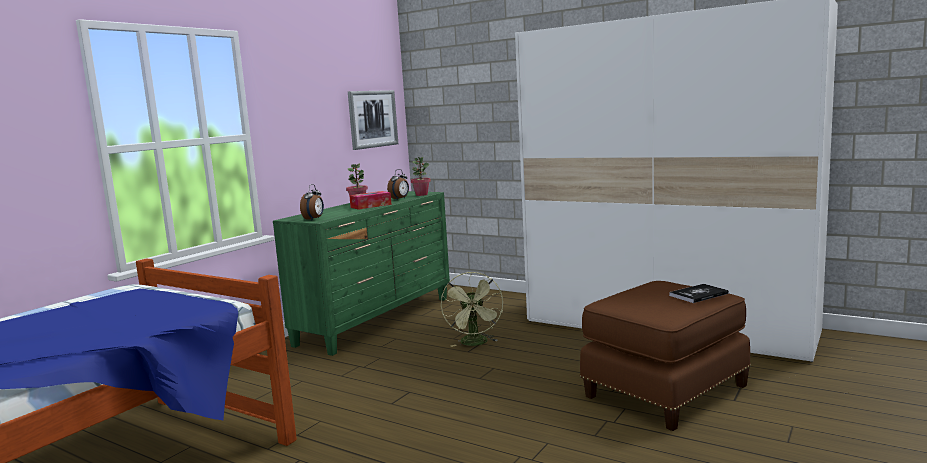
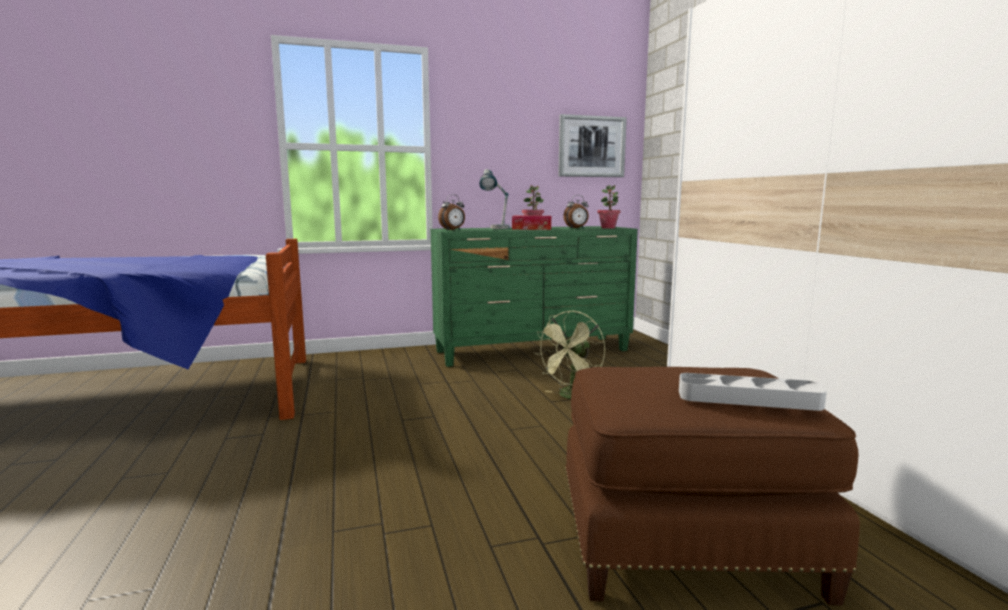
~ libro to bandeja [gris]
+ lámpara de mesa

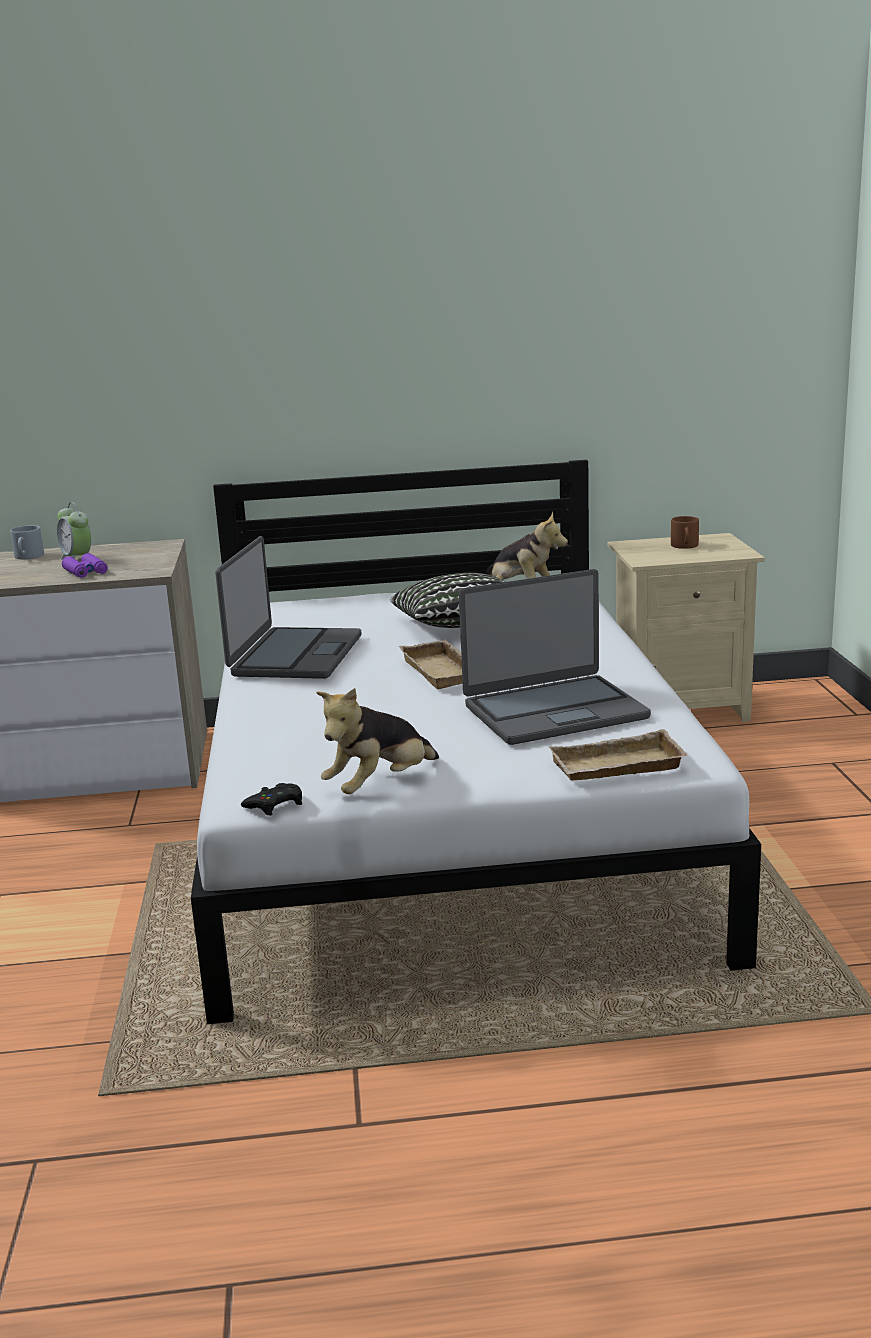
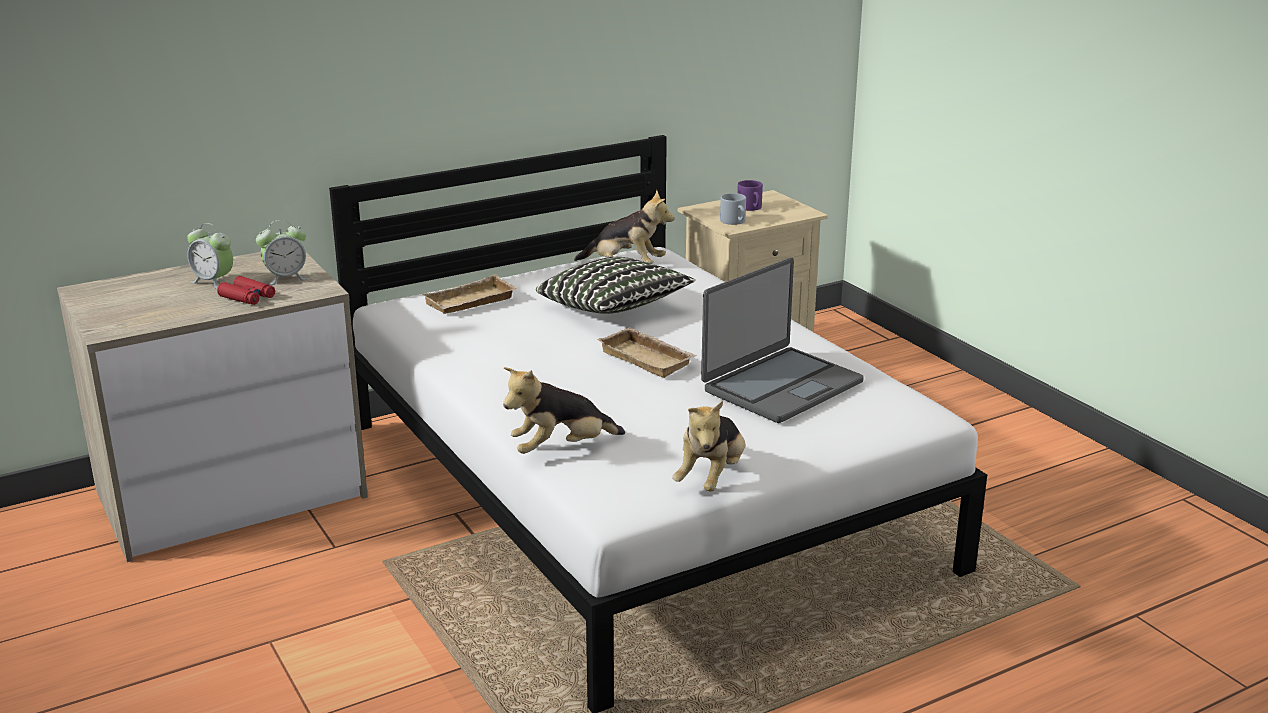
~ taza grande [marrón] to taza grande [morado]
~ taza grande [gris]
- portátil (1st from left)
~ prismáticos [morado] to prismáticos [rojo]
~ bandeja [beis] (2nd from left in the first image) to bandeja [beis] (1st from left)
- mando de consola [negro]
+ despertador (2nd from left)
+ peluche (1st from left)

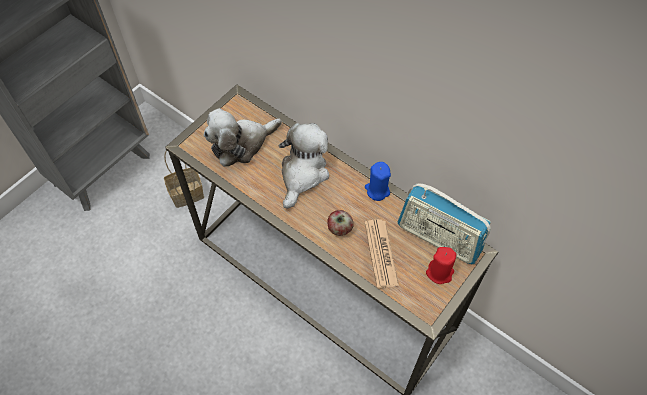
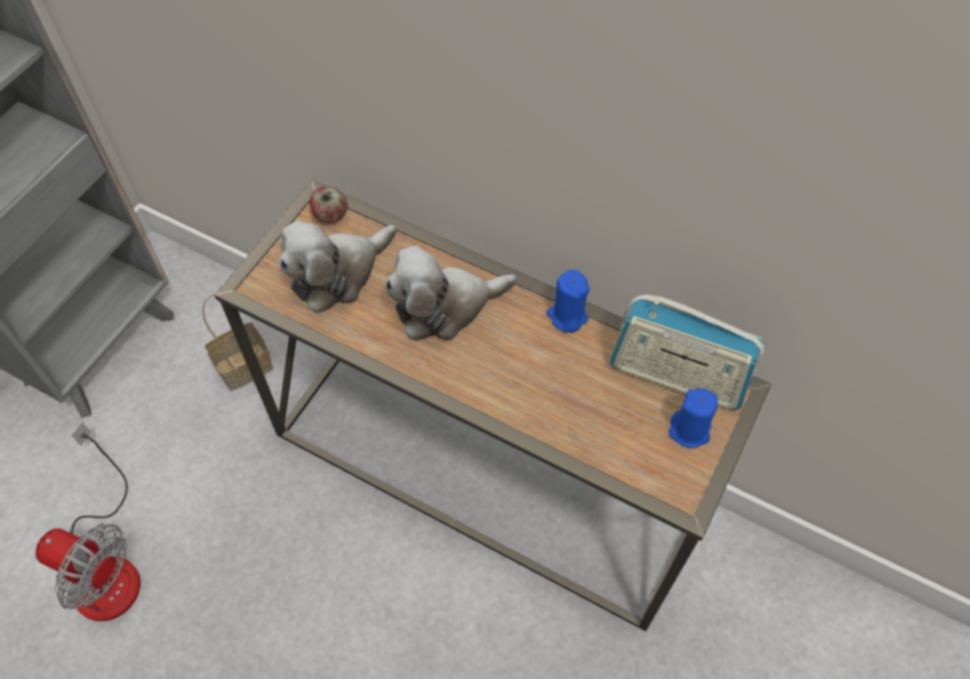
~ peluche (2nd from left) 120 degrees counterclockwise
~ manzana
- periódico
~ vela [rojo] to vela [azul] (2nd from left)
+ ventilador

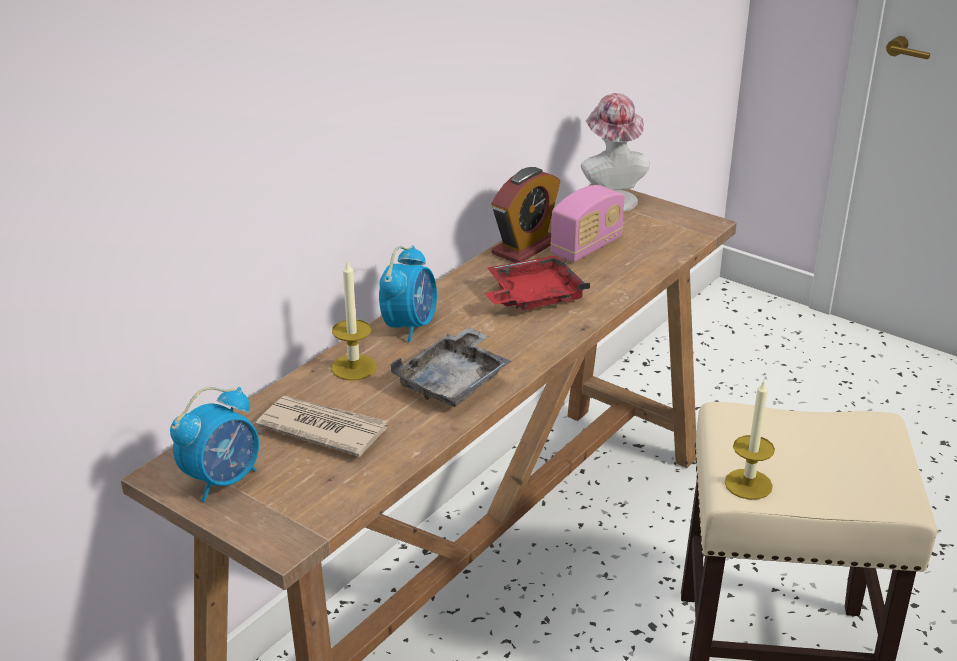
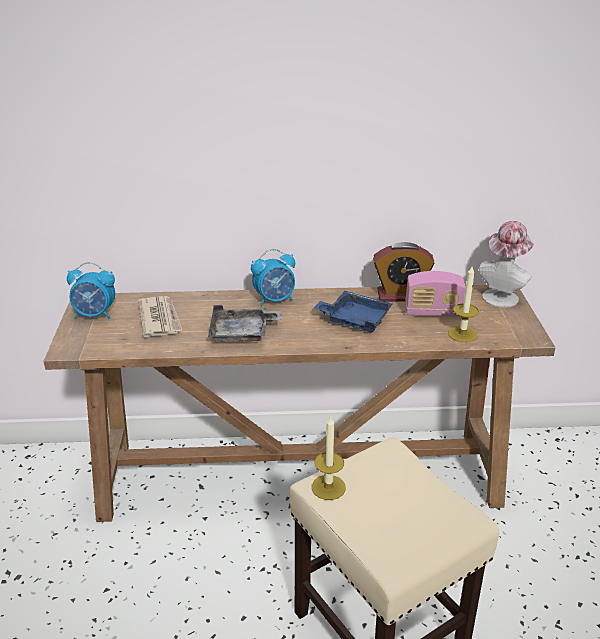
~ bandeja [rojo] to bandeja [azul]
~ vela (1st from left in the first image) to vela (2nd from left)

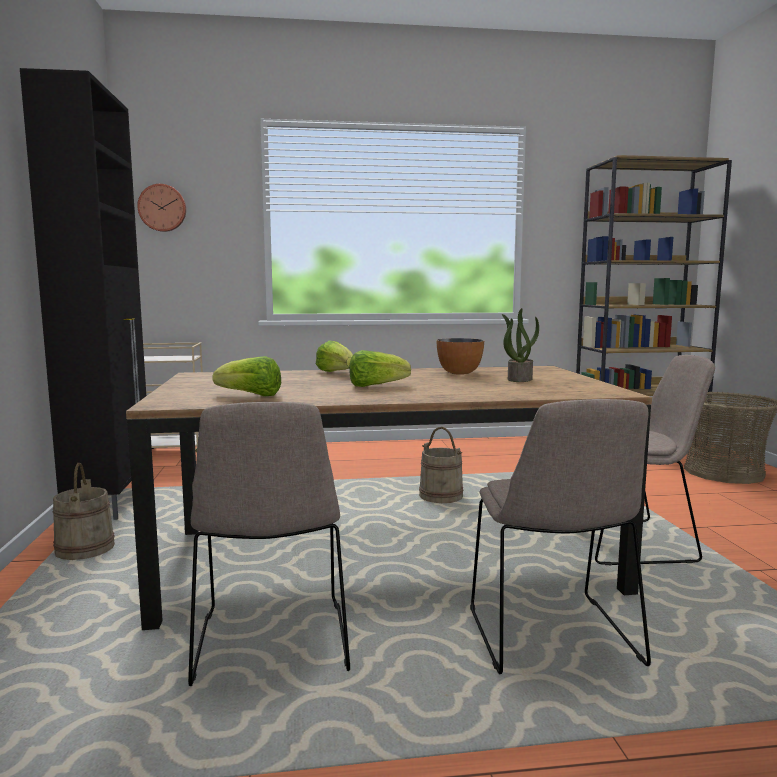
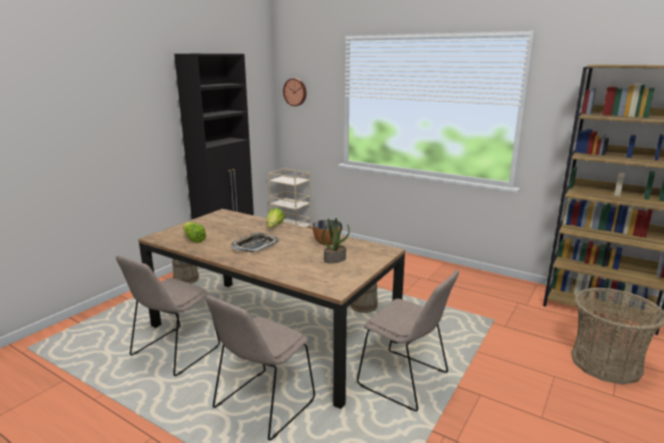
~ lechuga (3rd from left) to bandeja

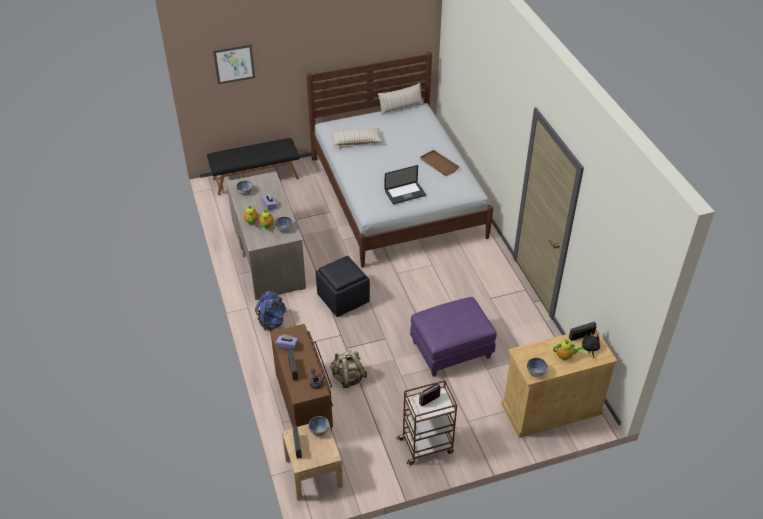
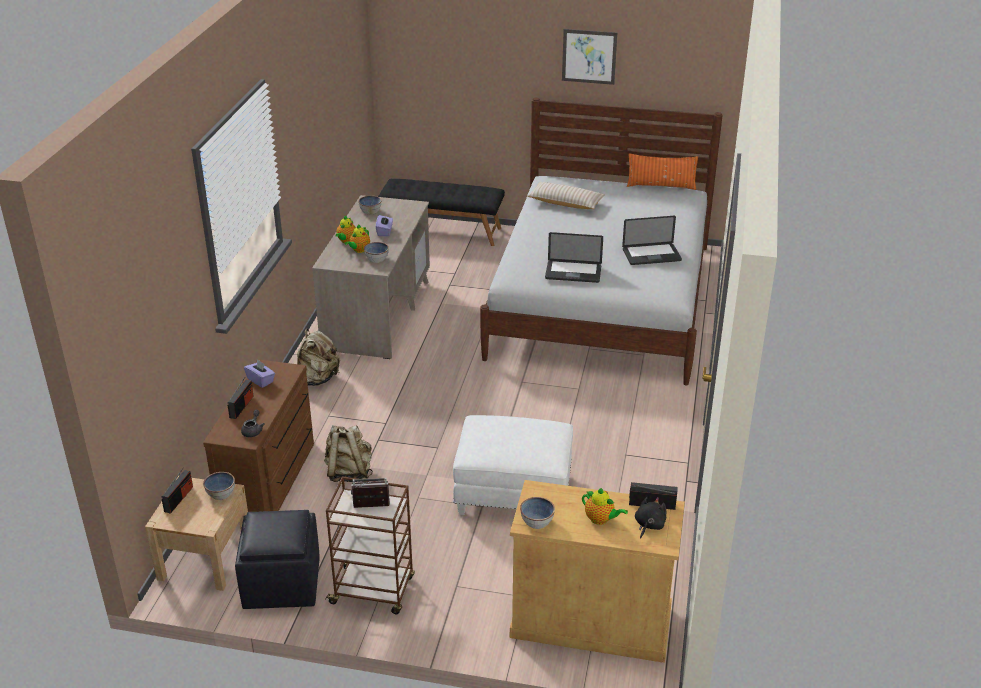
~ cuadro
~ cojín [beis] (2nd from left) to cojín [naranja]
~ bandeja [marrón] to portátil (2nd from left)
~ puf [negro]
~ mochila [azul] to mochila [beis] (1st from left)
~ puf [morado] to puf [blanco]

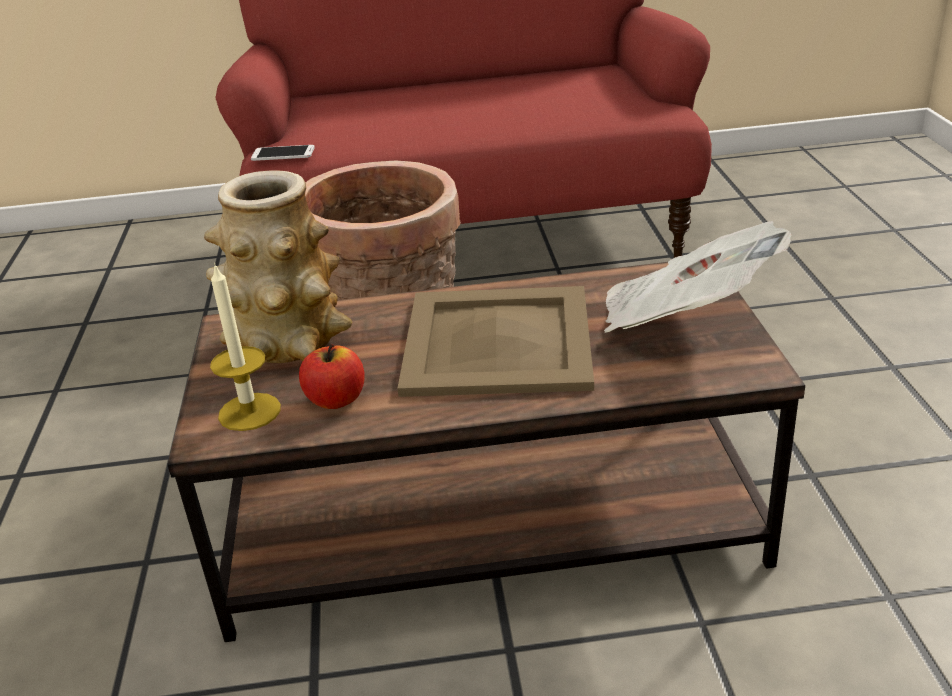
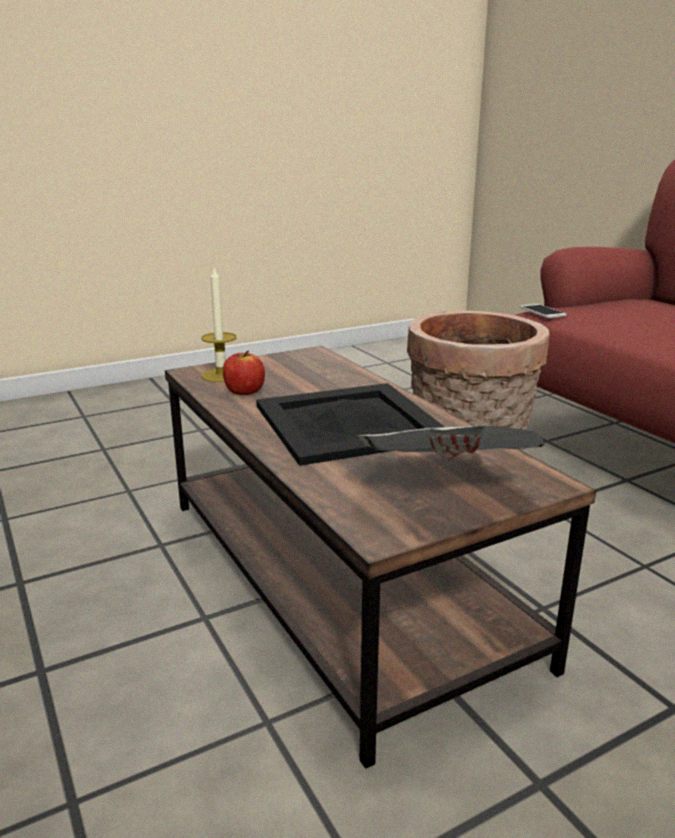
- florero
~ bandeja [beis] to bandeja [negro]

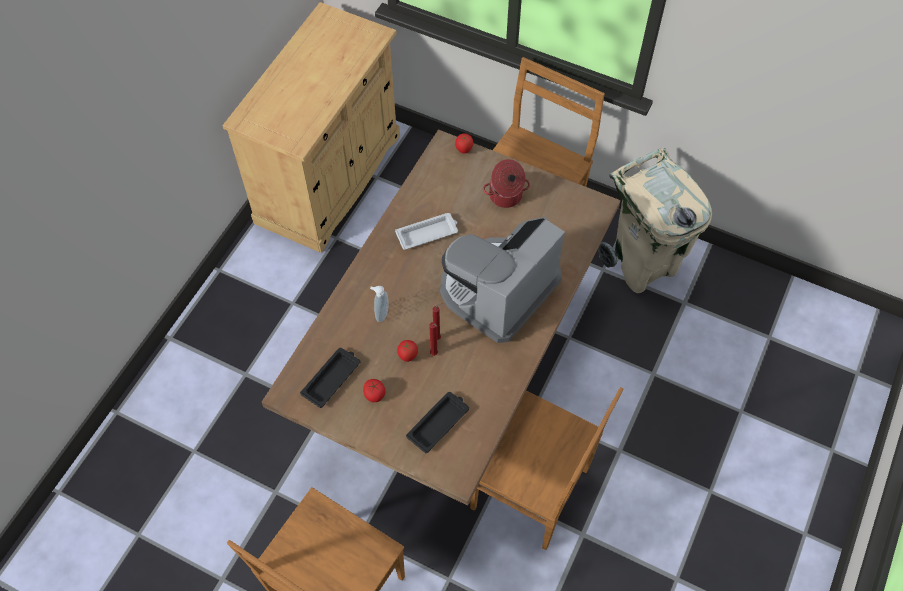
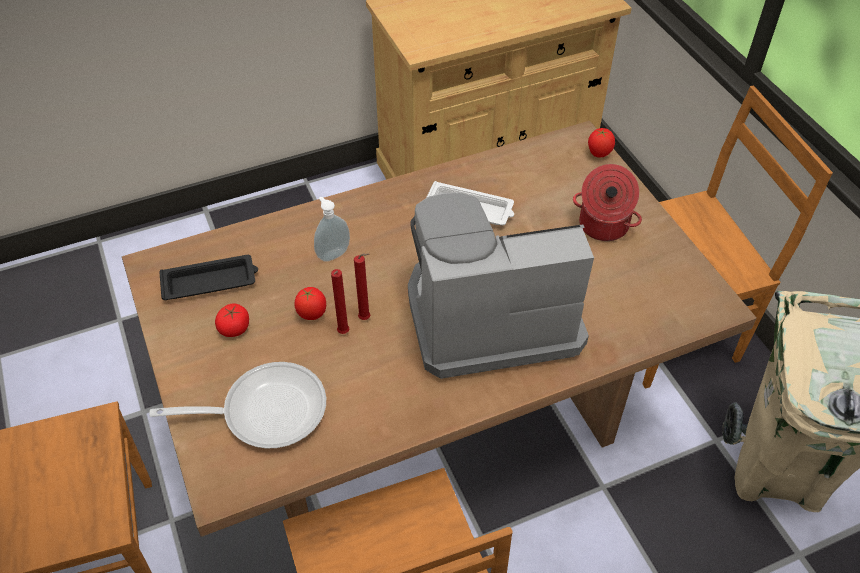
~ bandeja [negro] (2nd from left) to sartén

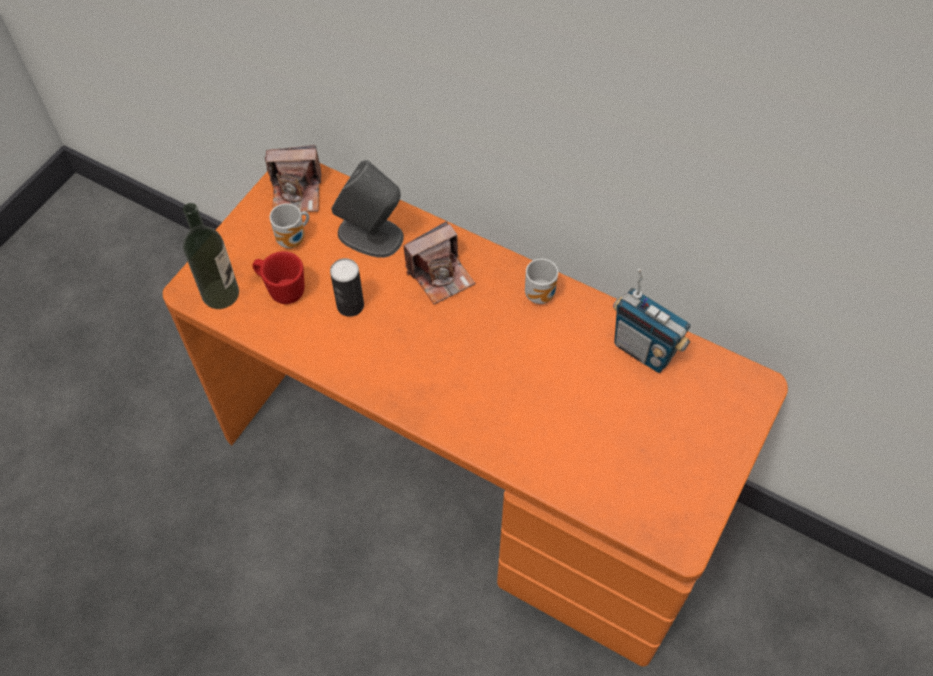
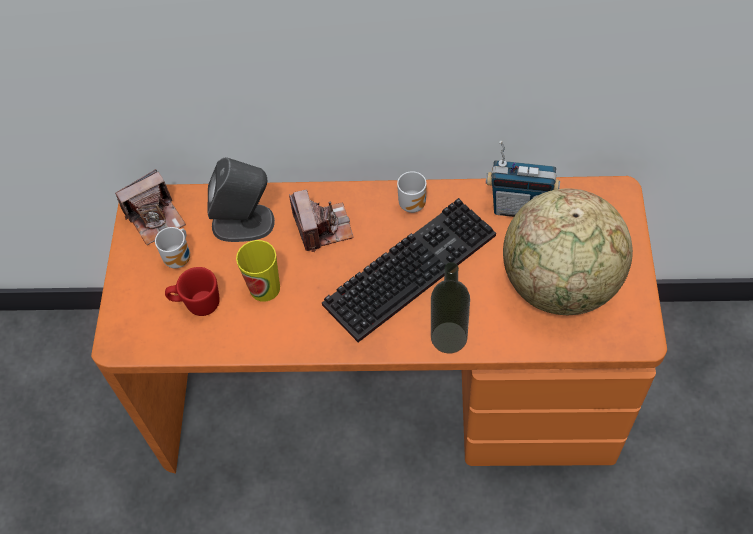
~ botella
~ cámara (2nd from left) 45 degrees counterclockwise
~ lata to taza
+ globo terráqueo
+ teclado

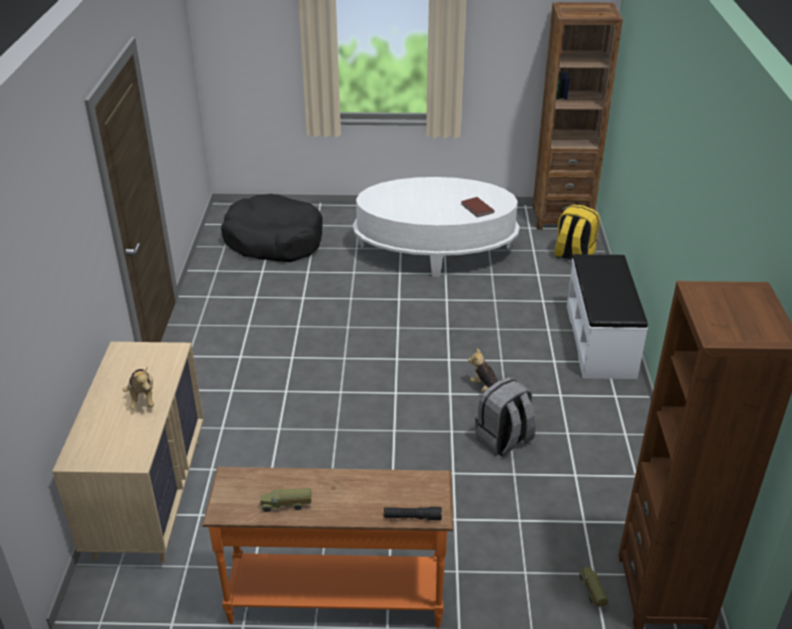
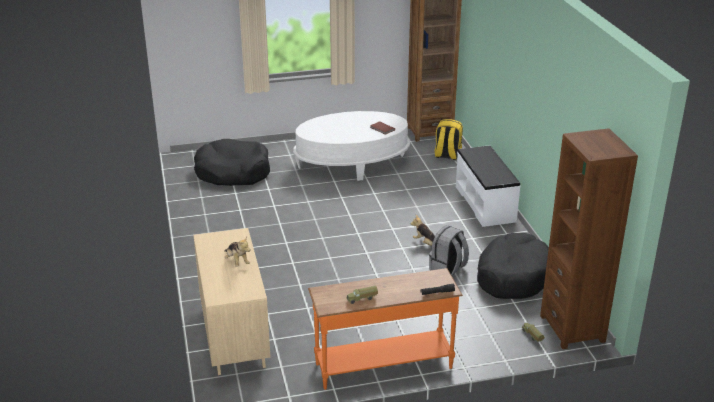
+ cama para perro [negro] (2nd from left)

